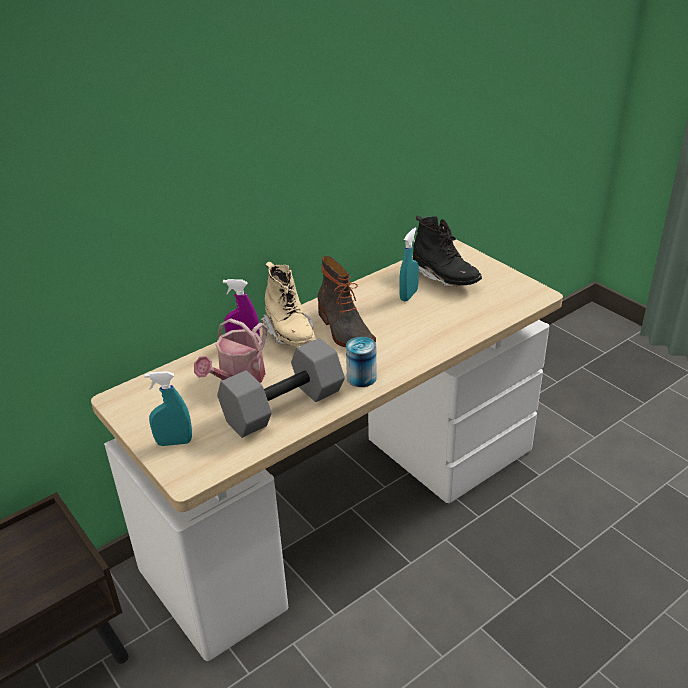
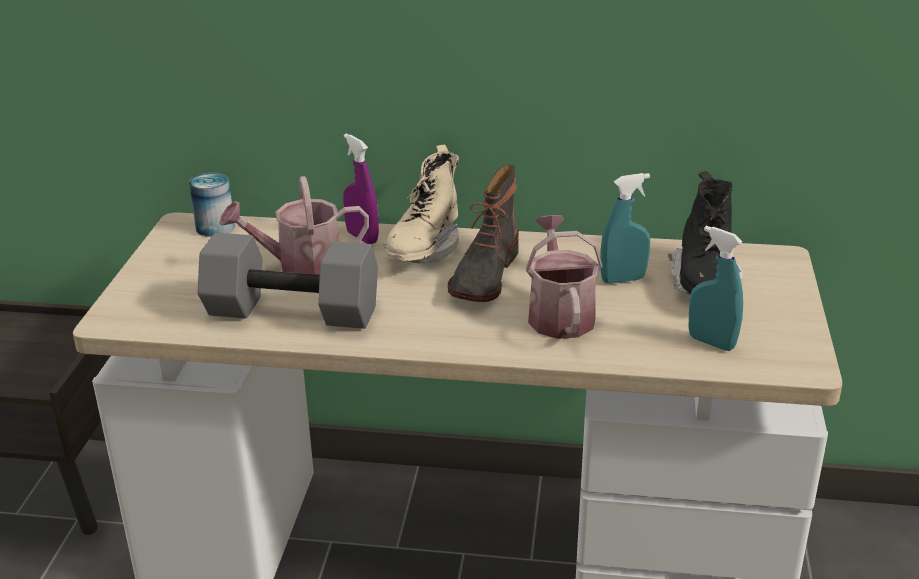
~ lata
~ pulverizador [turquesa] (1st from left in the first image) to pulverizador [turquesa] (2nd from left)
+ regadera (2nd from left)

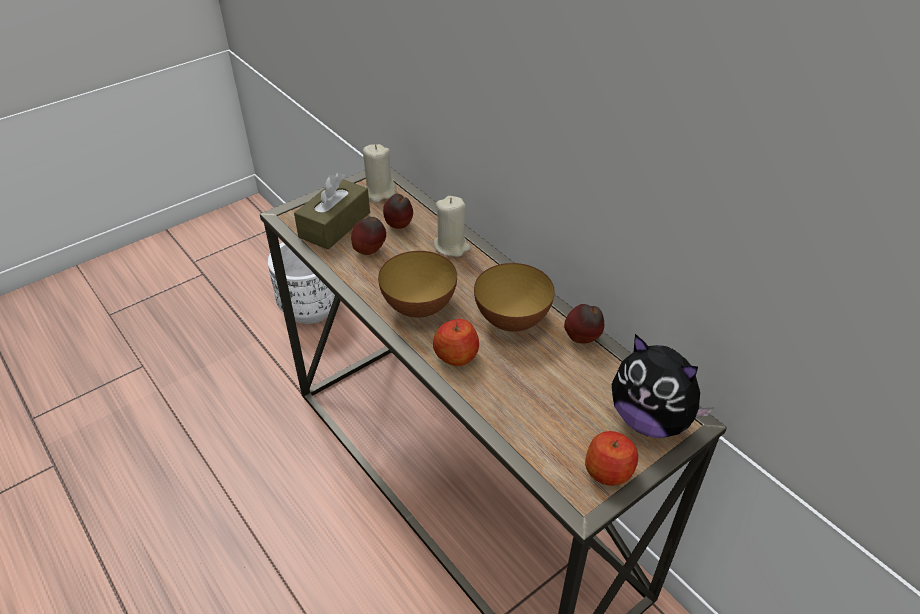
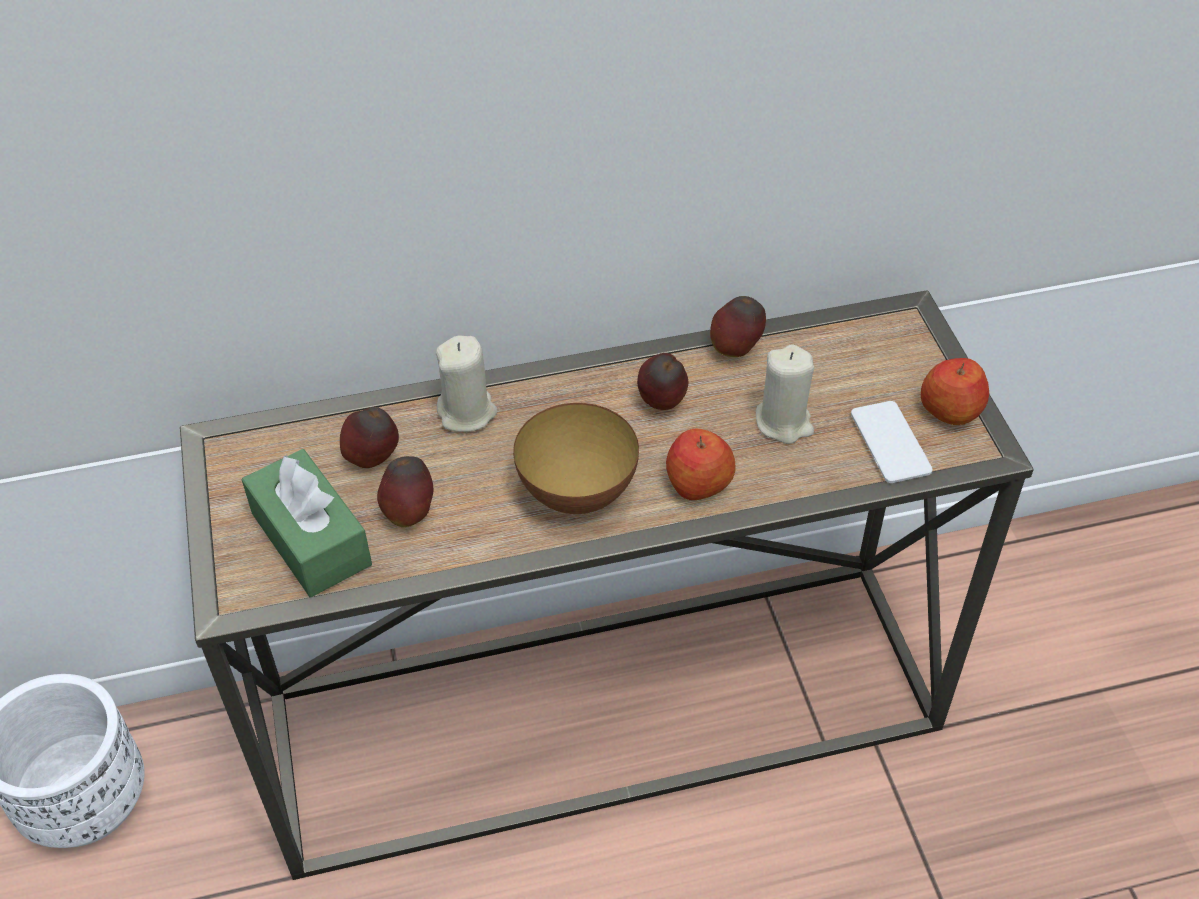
~ vela [beis] (1st from left in the first image) to vela [beis] (2nd from left)
~ caja de pañuelos [marrón] to caja de pañuelos [verde]
~ cuenco (2nd from left) to manzana (3rd from left)
- peluche
+ móvil

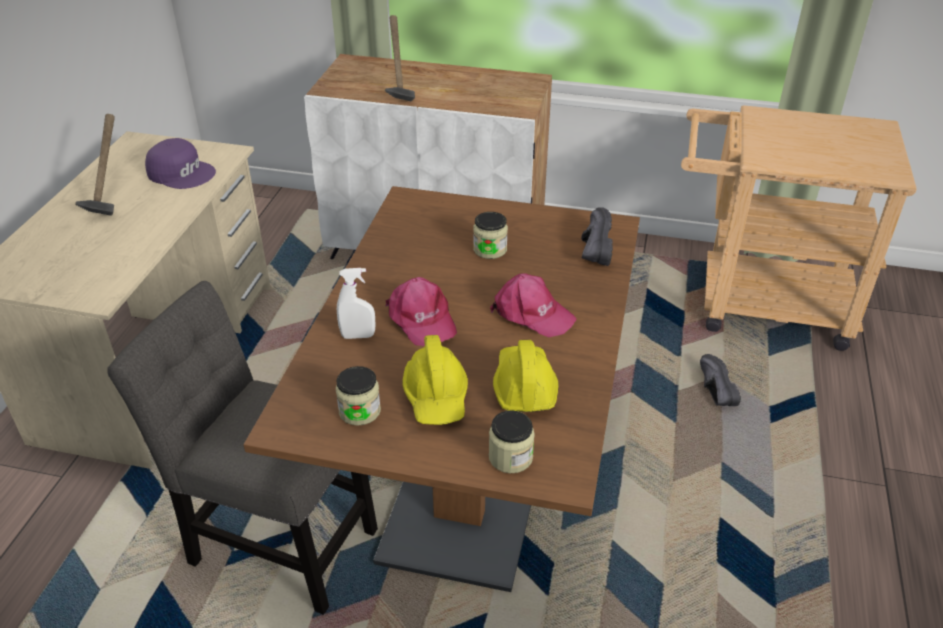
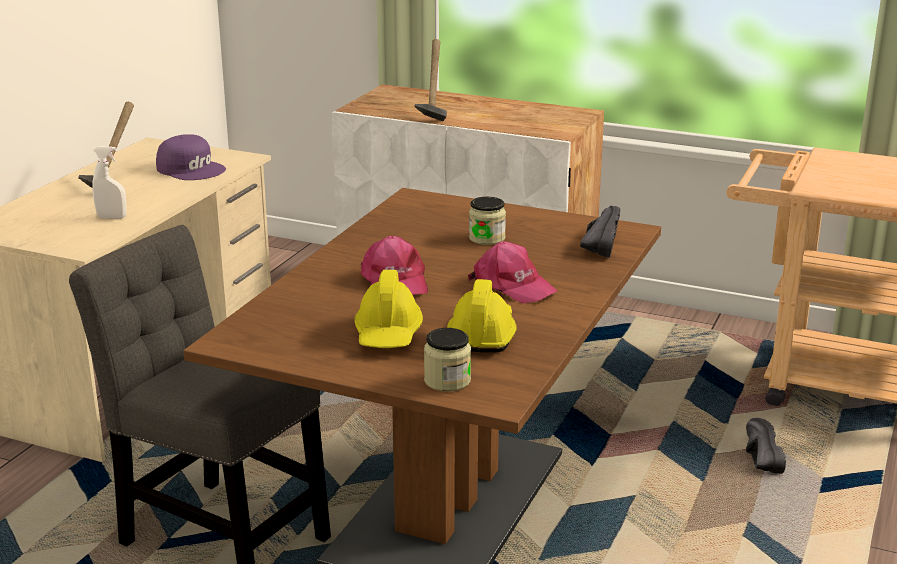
~ pulverizador [blanco]
- tarro (1st from left)

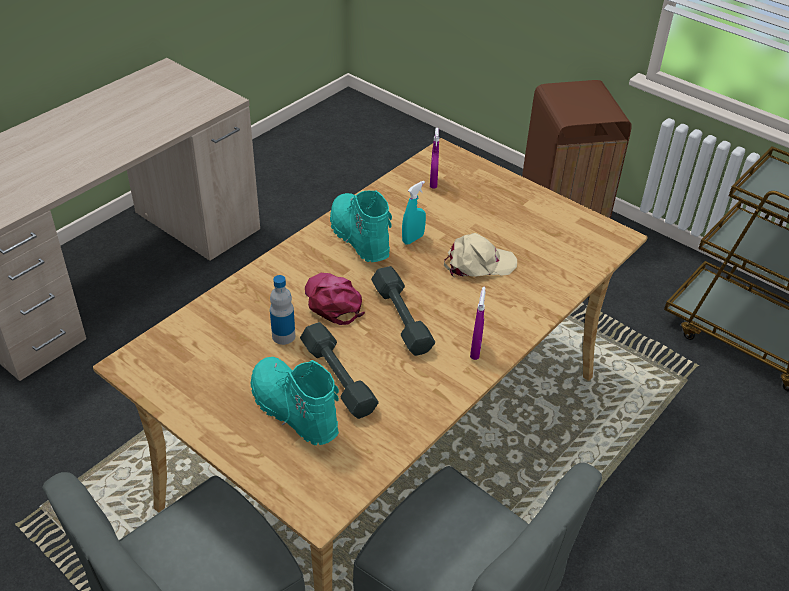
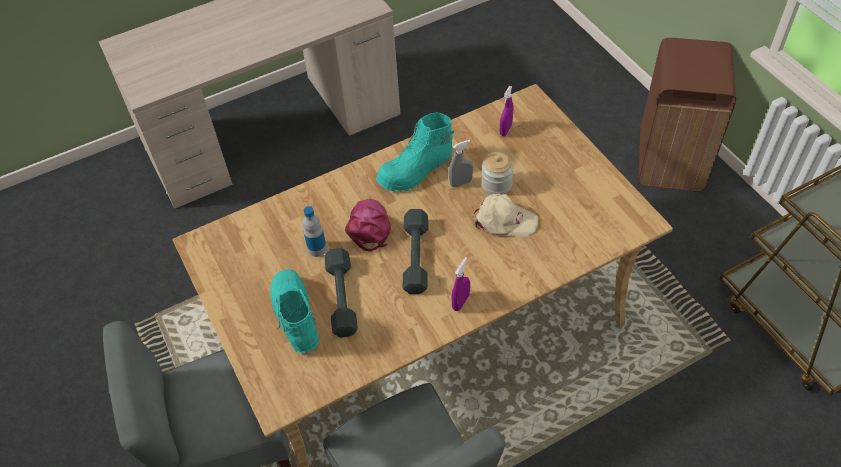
~ pulverizador [turquesa] to pulverizador [gris]
~ bota [turquesa] (2nd from left) 120 degrees counterclockwise
+ tarro

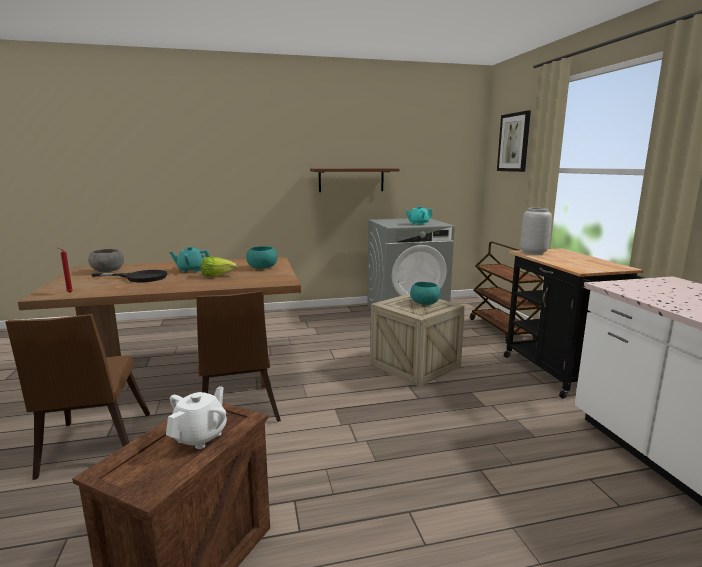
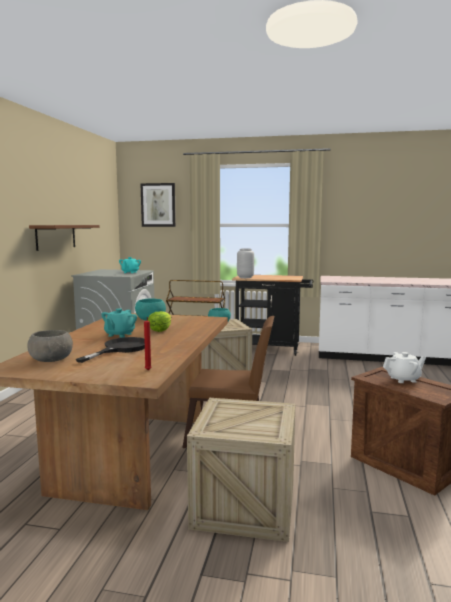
~ silla [marrón] (1st from left) to caja de embalaje (2nd from left)
~ tetera [blanco] 120 degrees clockwise

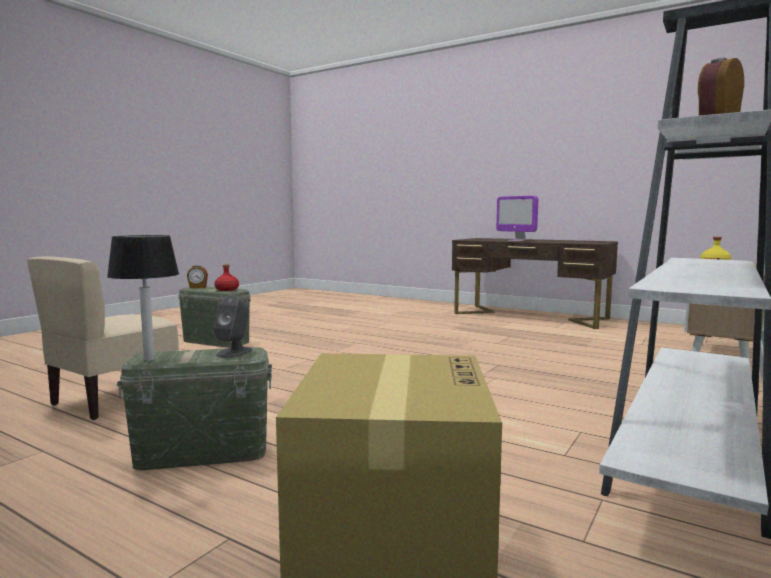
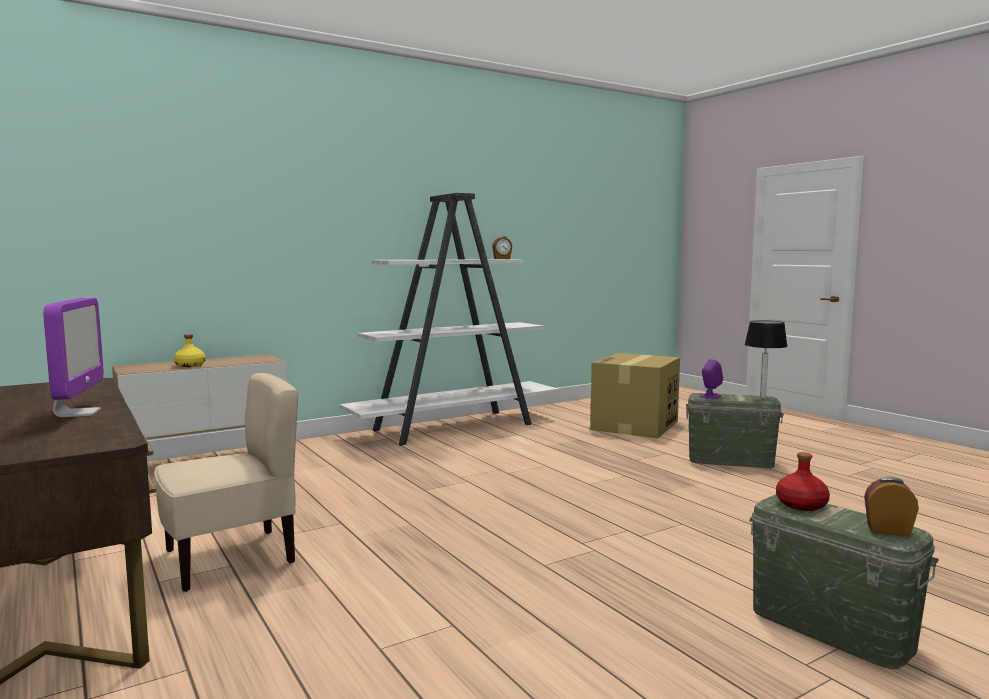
~ silla [beis]
~ altavoz [gris] to altavoz [morado]

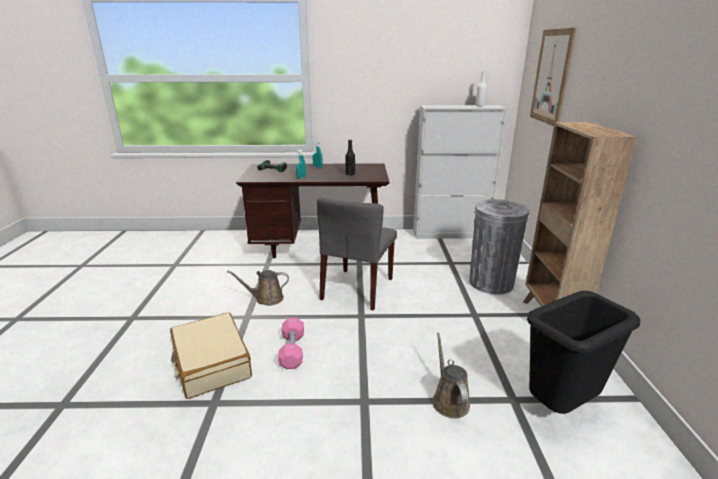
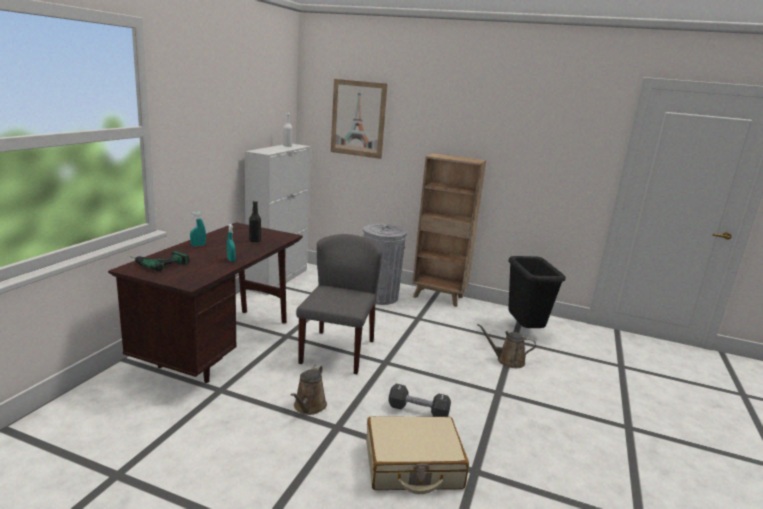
~ silla [gris] 120 degrees counterclockwise
~ mancuerna [rosa] to mancuerna [negro]

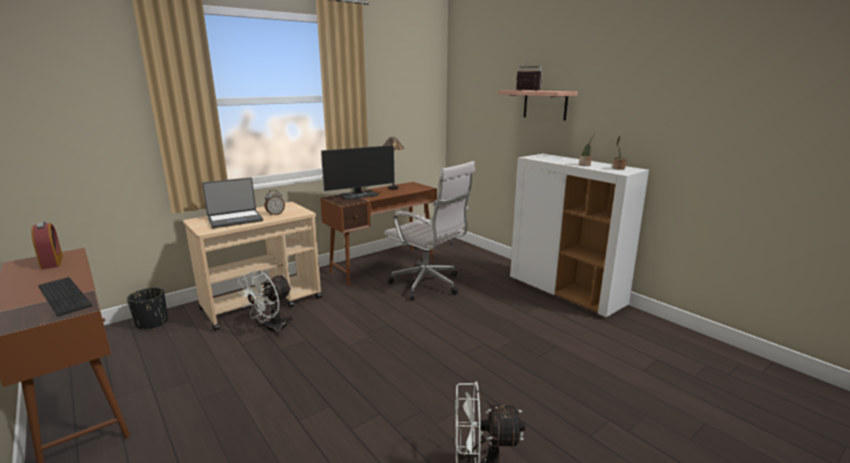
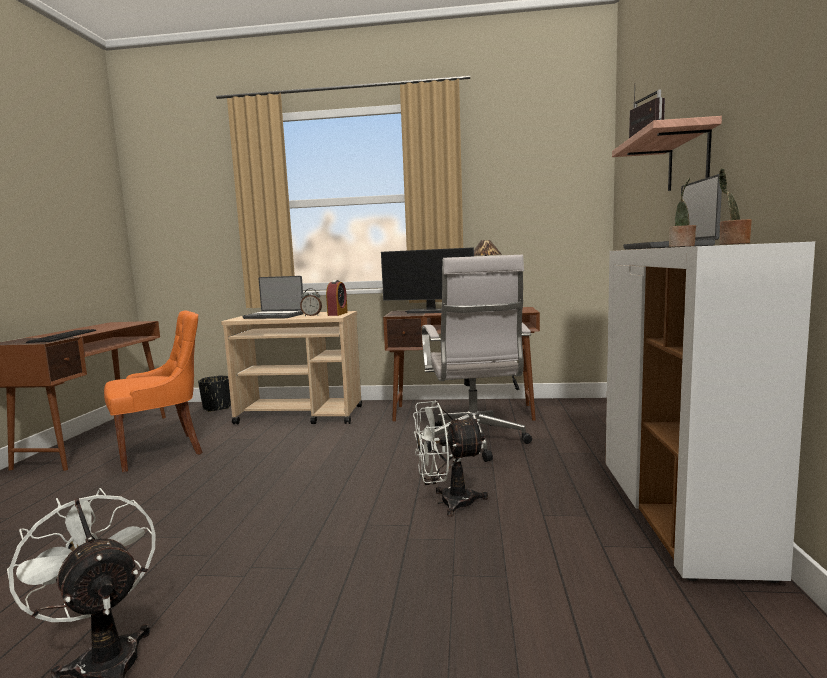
~ despertador (1st from left in the first image) to despertador (2nd from left)
~ ventilador [blanco] (1st from left in the first image) to ventilador [blanco] (2nd from left)
+ portátil (2nd from left)
+ silla [naranja]

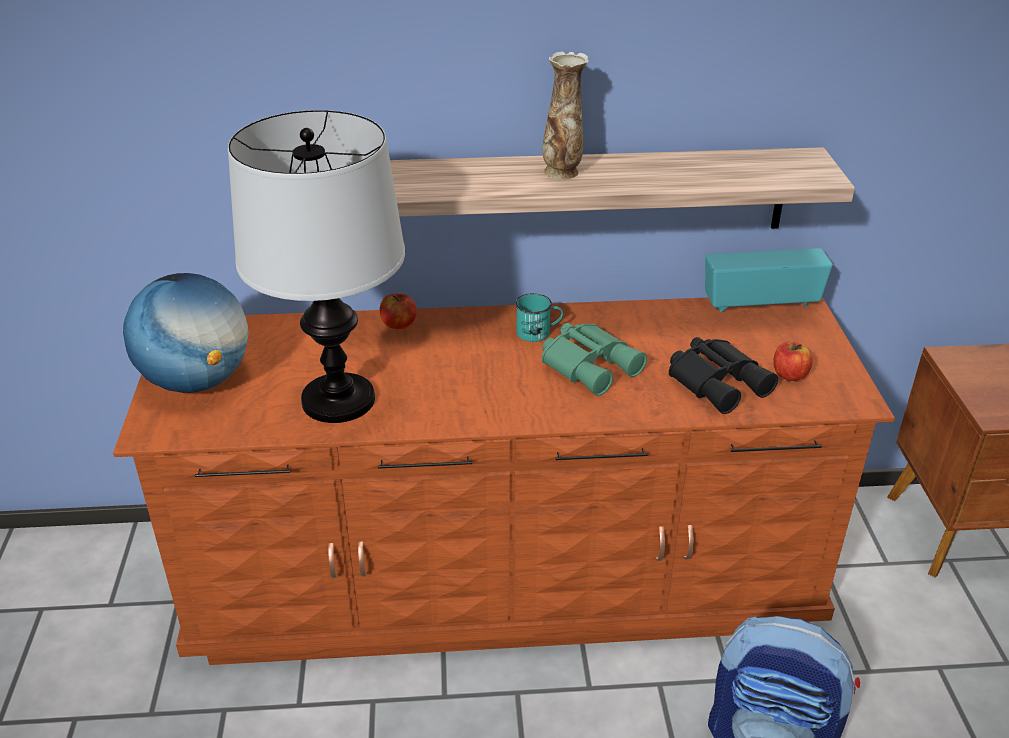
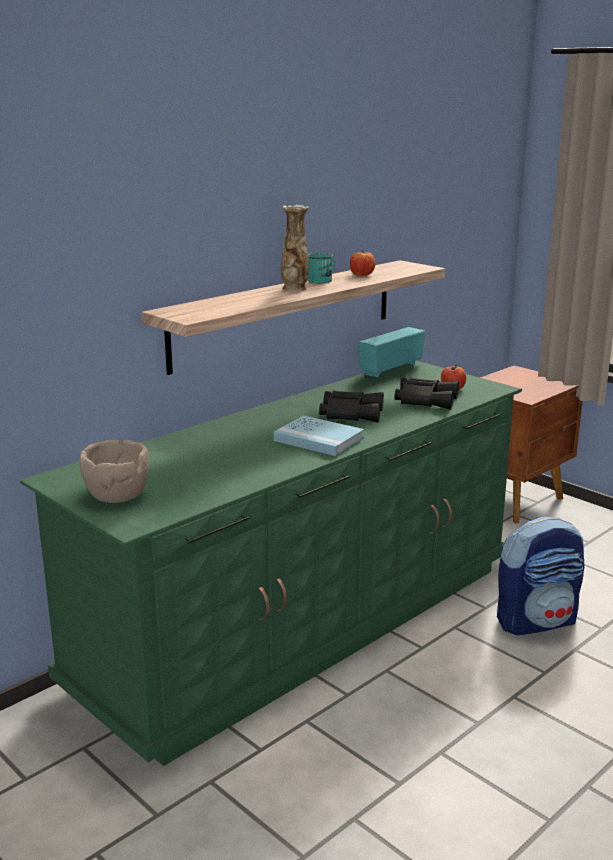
- lámpara de mesa
~ globo terráqueo to cuenco [marrón]
~ taza grande [turquesa]
~ manzana (1st from left)
~ cómoda [marrón] to cómoda [verde]
~ prismáticos [verde] to prismáticos [negro] (1st from left)
+ libro [azul]

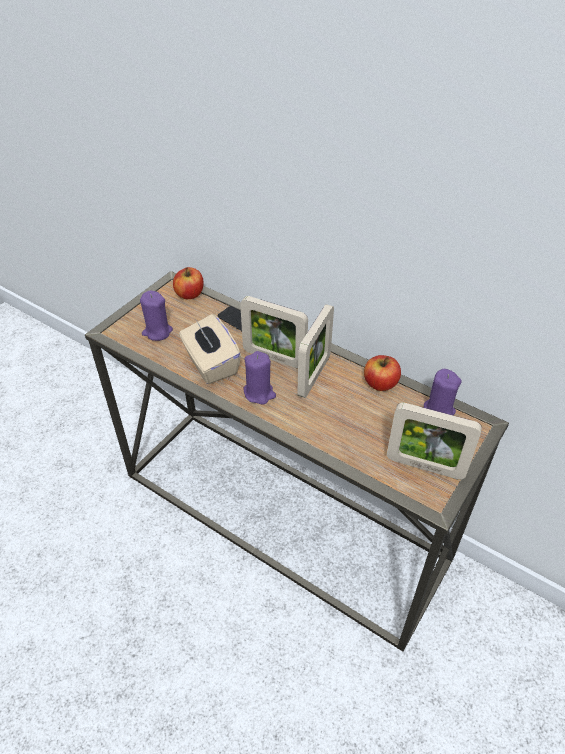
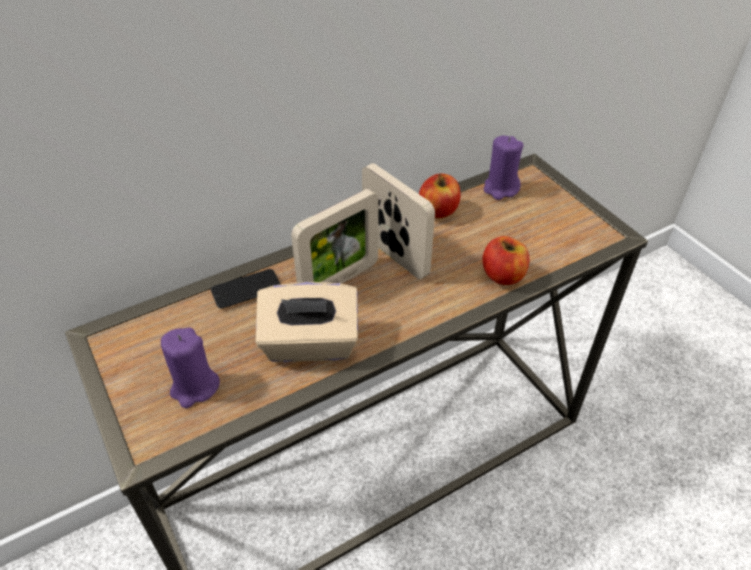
~ manzana (1st from left in the first image) to manzana (2nd from left)
- vela [morado] (2nd from left)
- portarretratos (3rd from left)

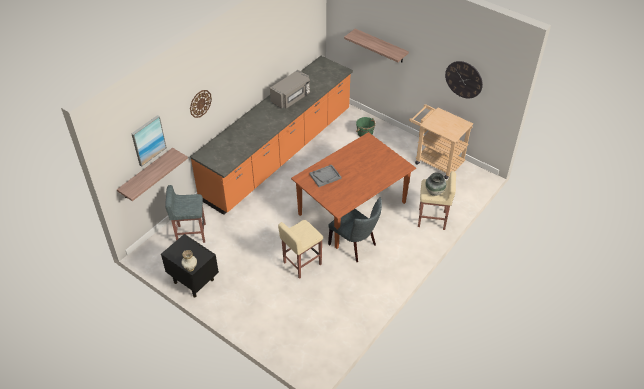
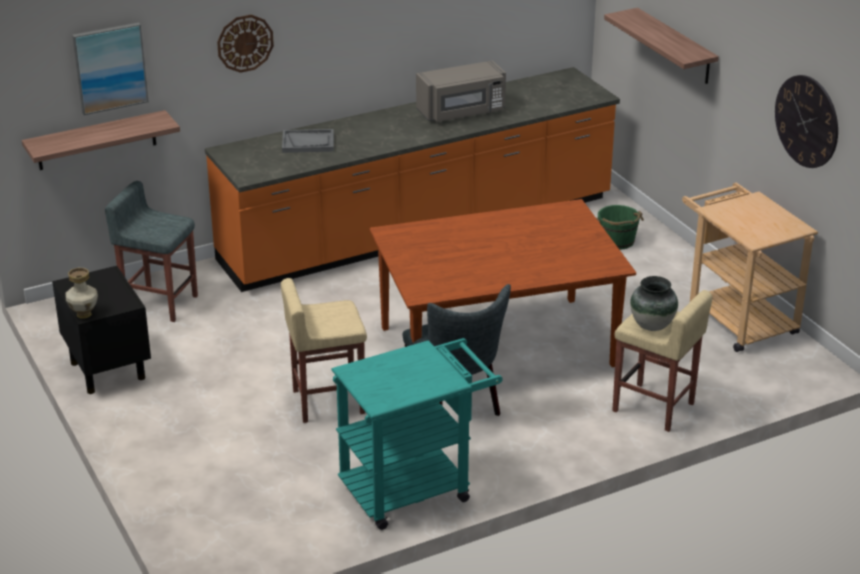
~ bandeja [gris]
+ carrito [turquesa]

